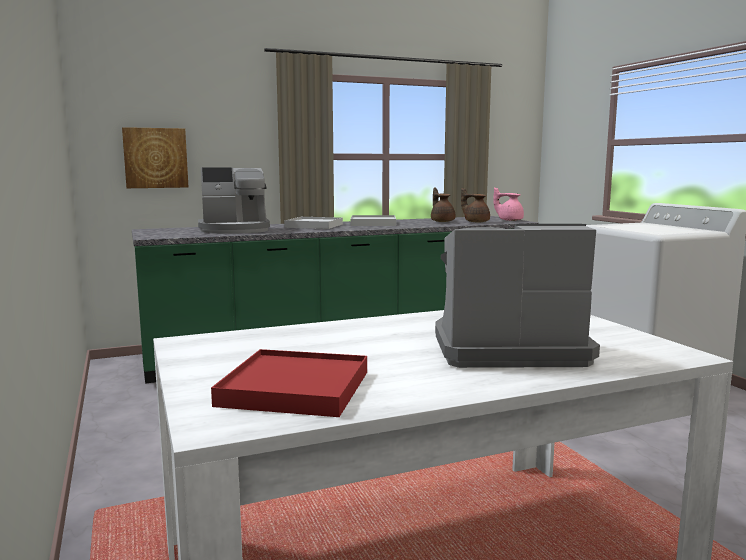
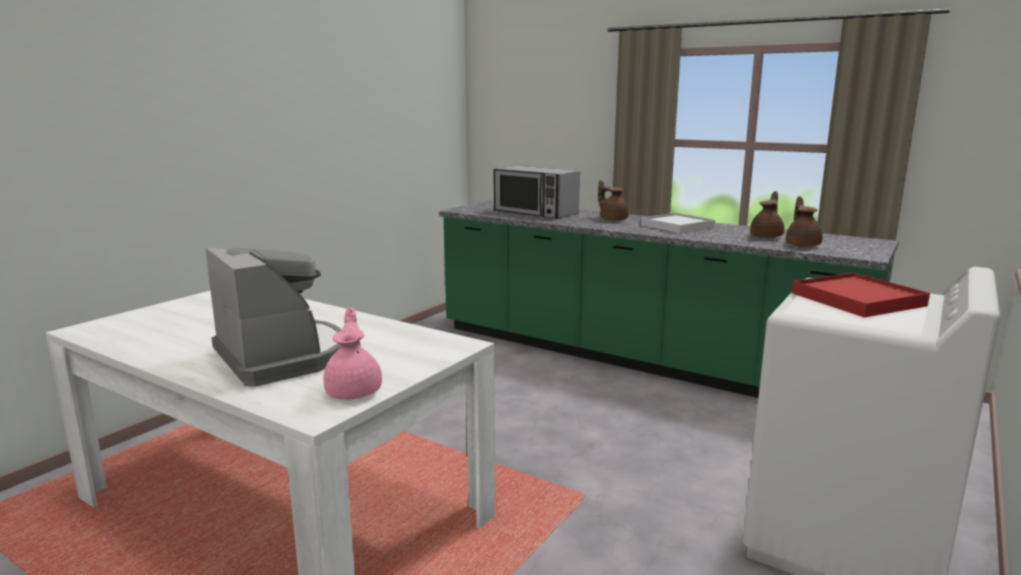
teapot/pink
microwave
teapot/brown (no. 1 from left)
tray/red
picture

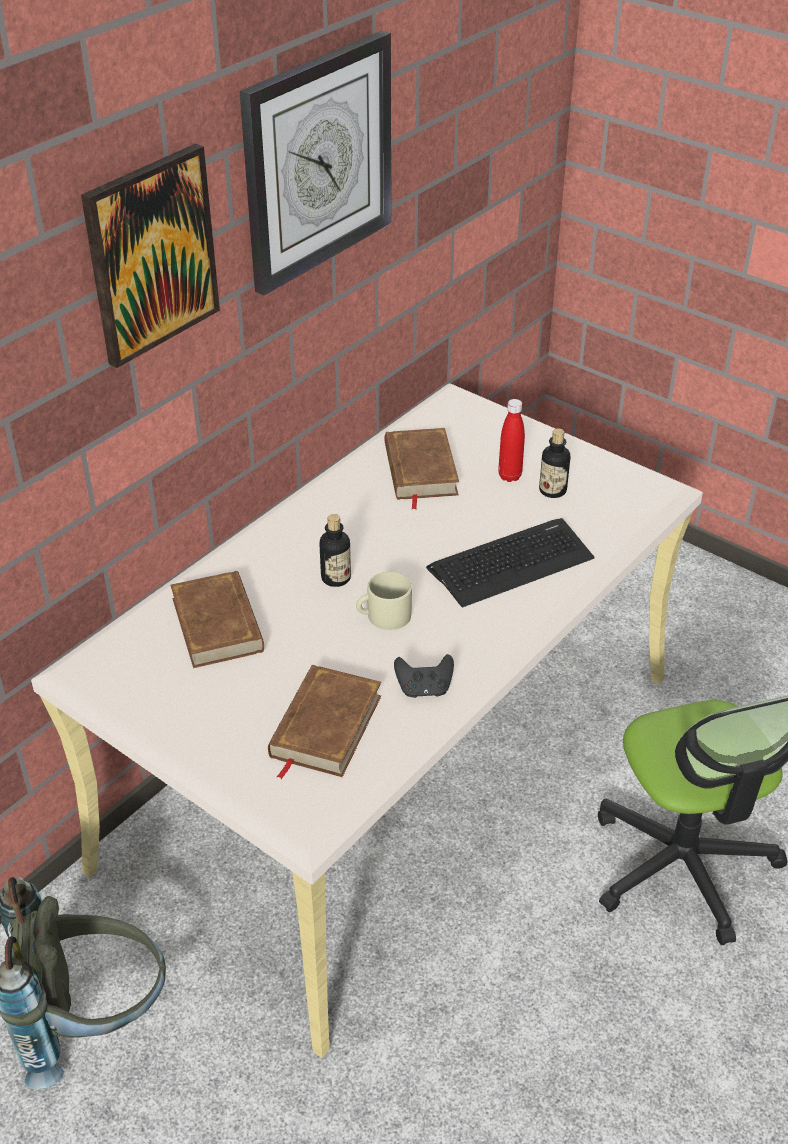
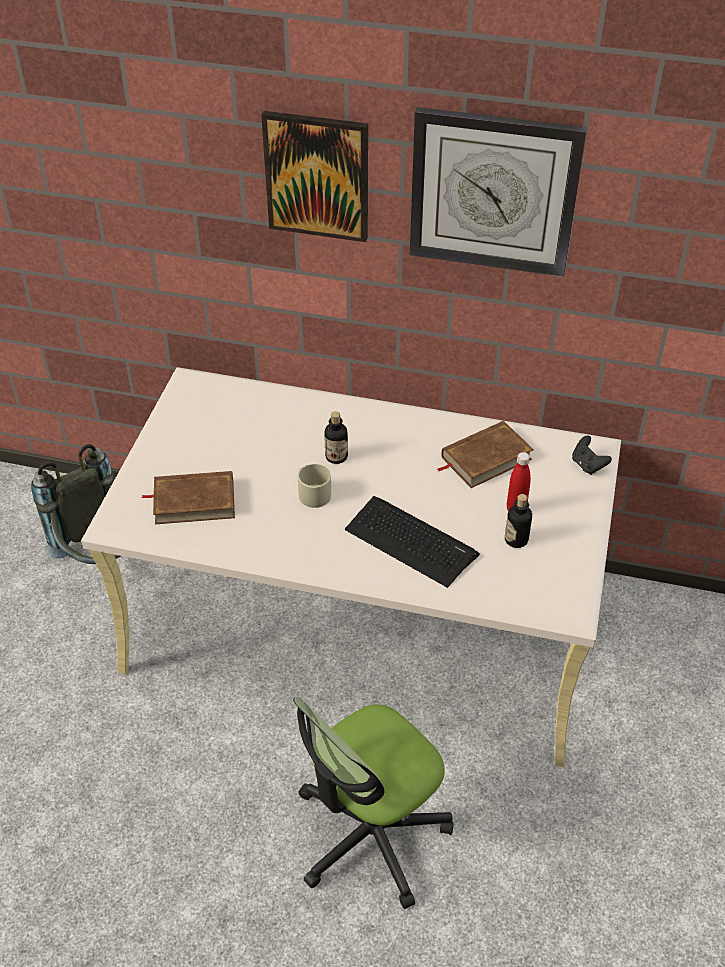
game controller/black
book/brown (no. 1 from left in the first image)

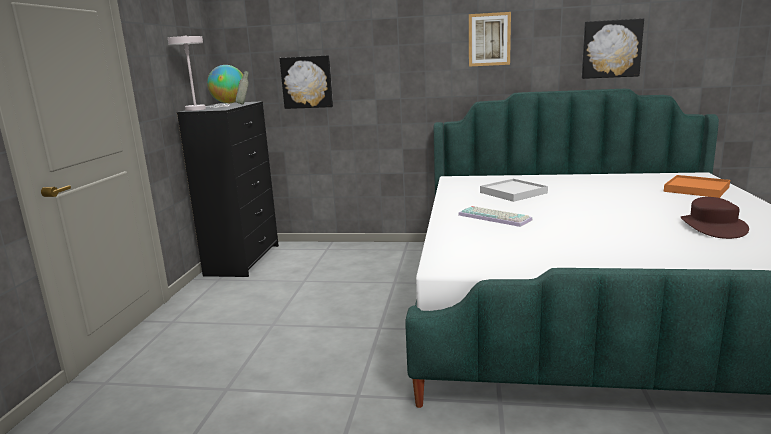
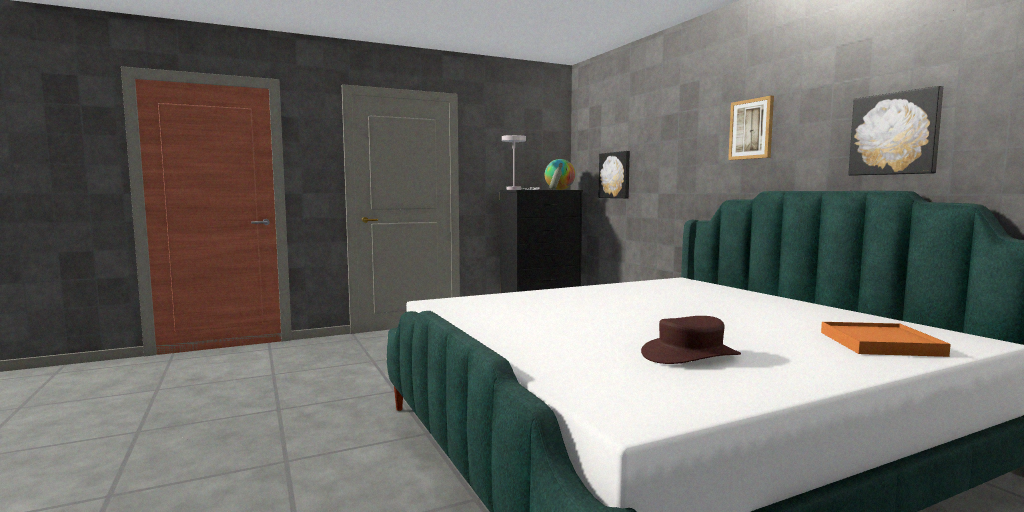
keyboard
tray/white

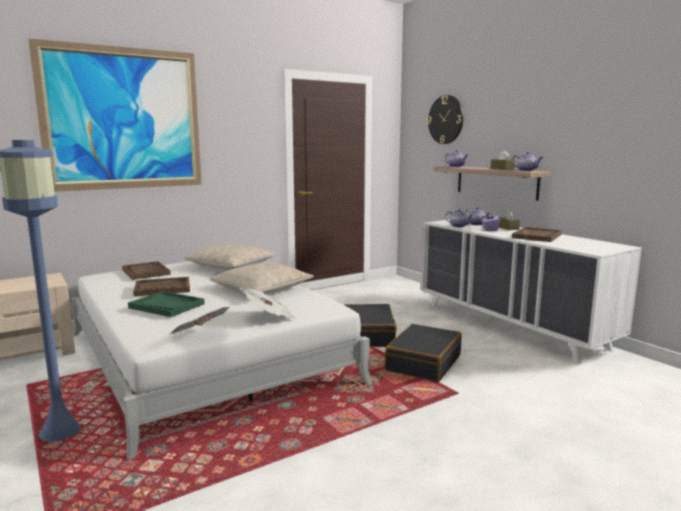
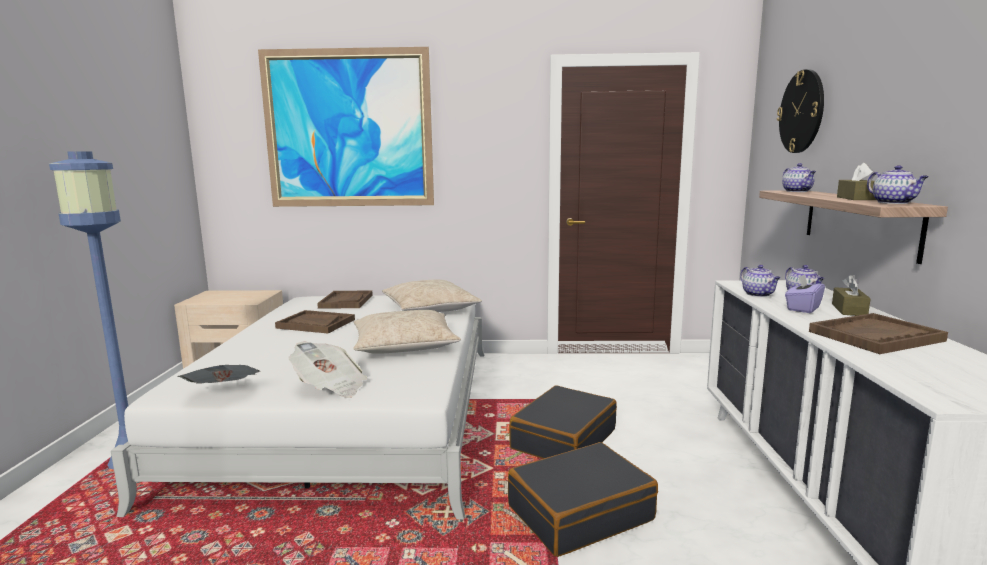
tray/green

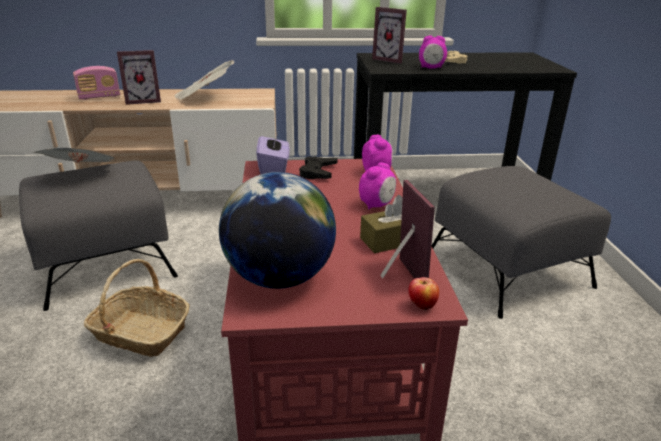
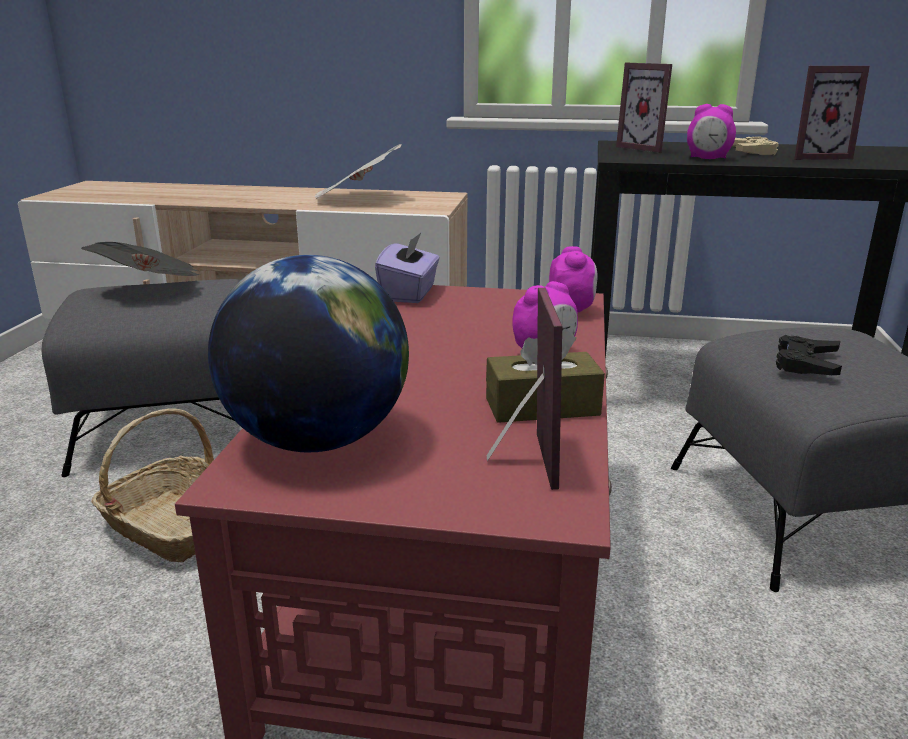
game controller/black
picture frame (no. 3 from left)
radio
apple

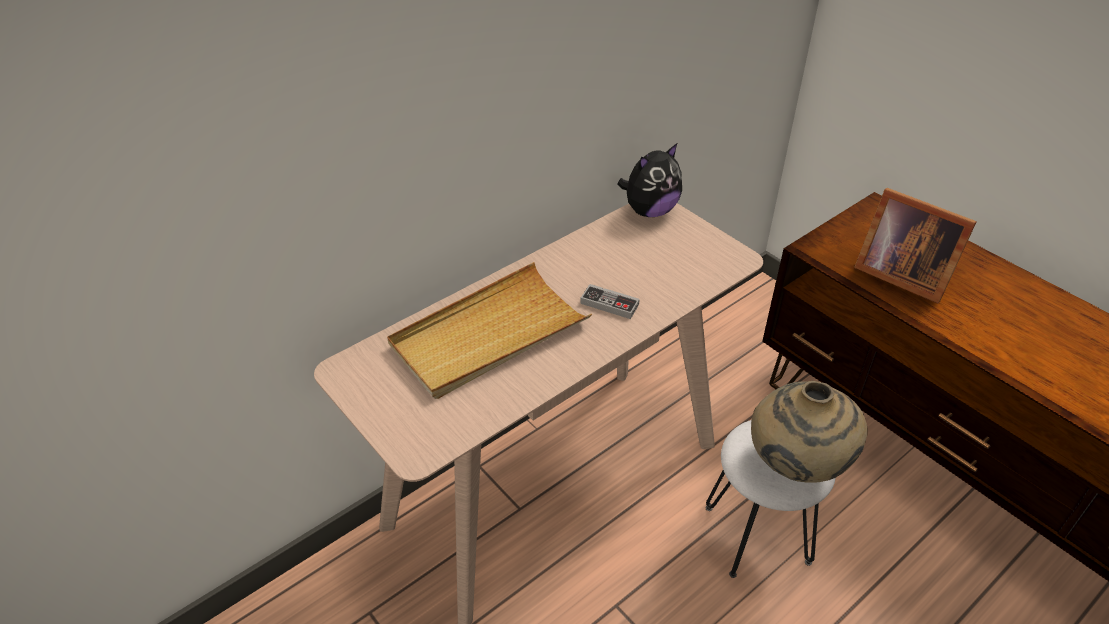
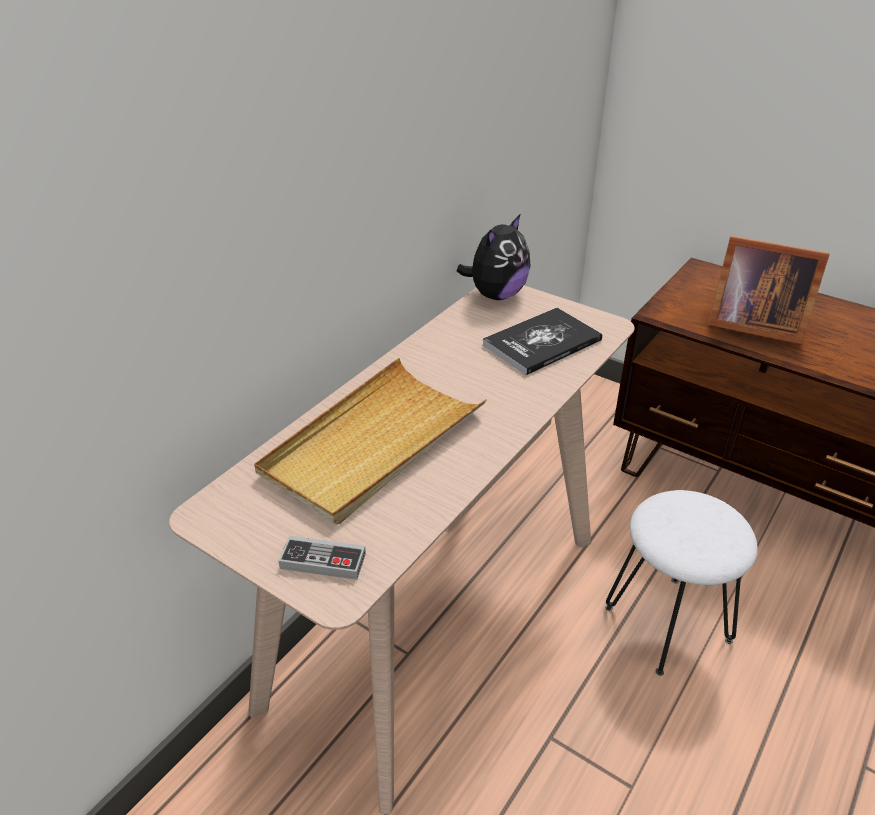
game controller
book
vase/beige

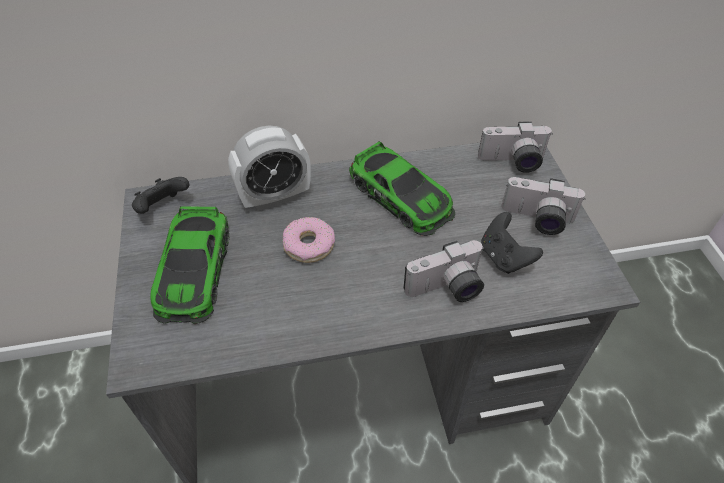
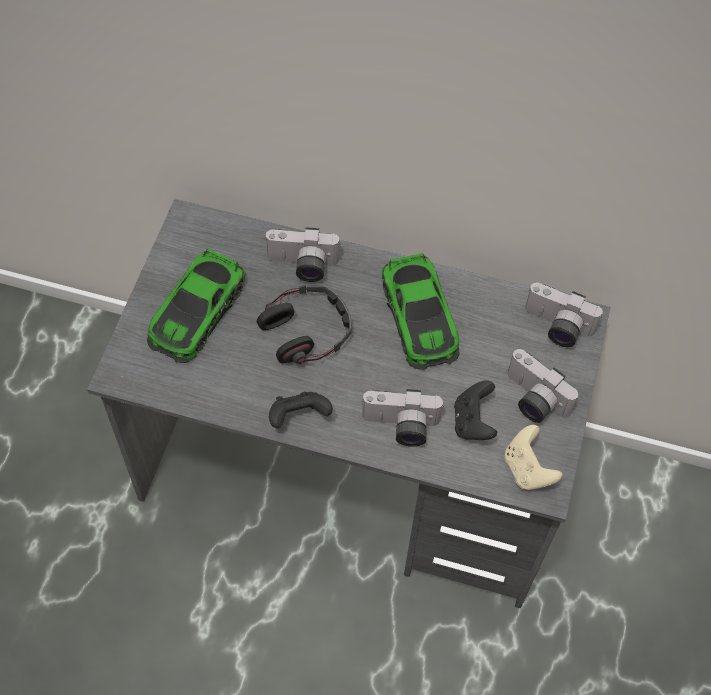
headphones
photo camera (no. 1 from left)
game controller/black (no. 1 from left)
game controller/beige

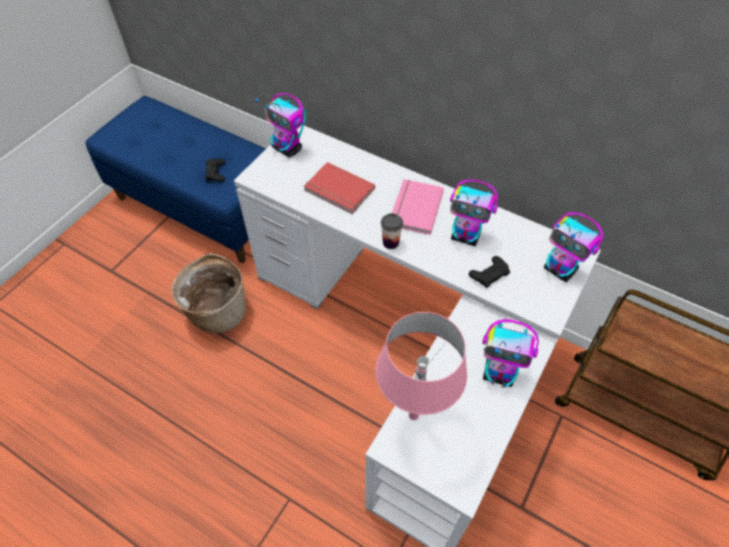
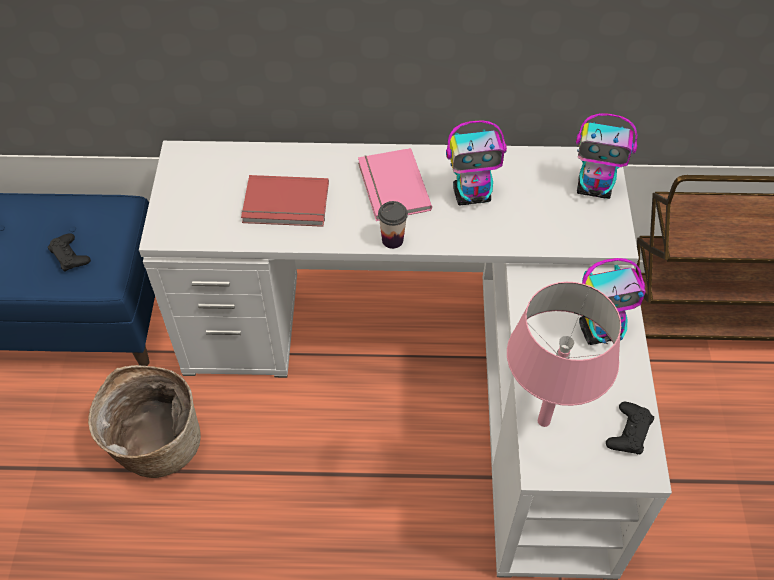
game controller/black (no. 2 from left)
toy robot (no. 1 from left in the first image)

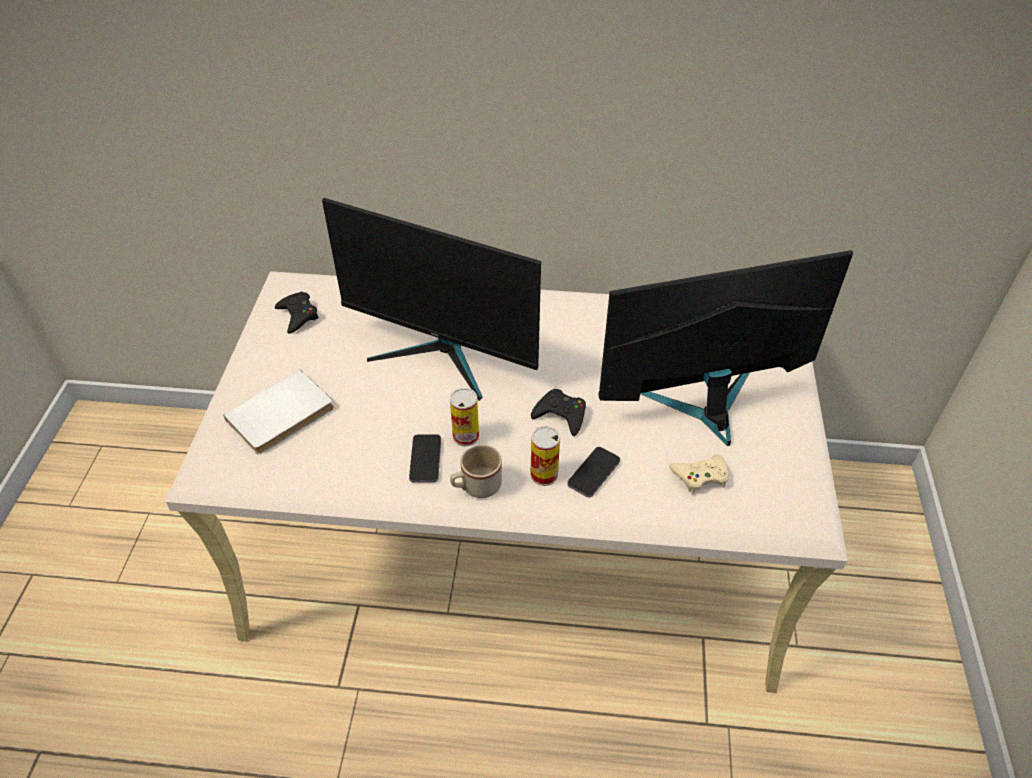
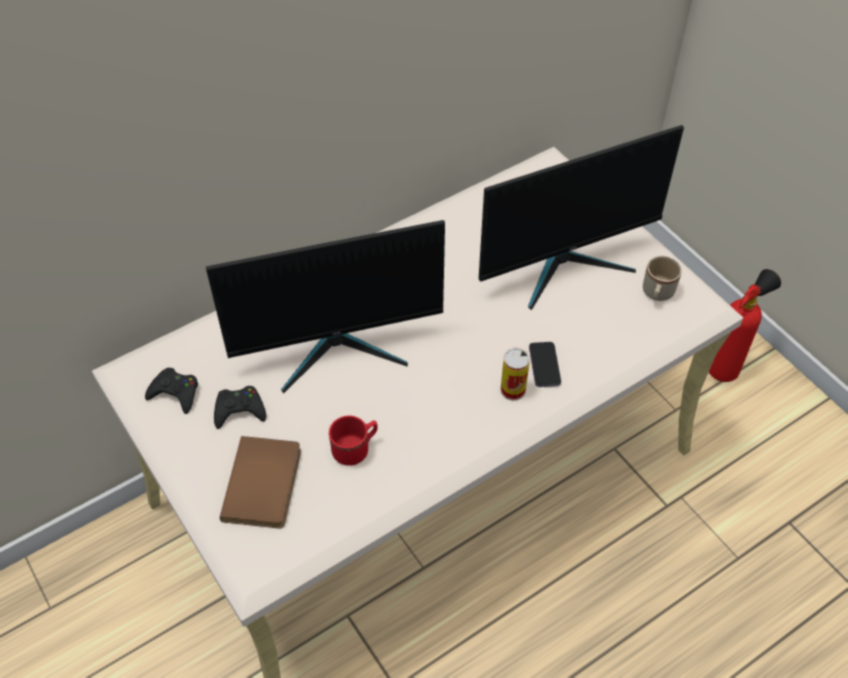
game controller/black (no. 2 from left)
book/brown
mug/red
monitor (no. 2 from left)
mug/beige
fire extinguisher
phone (no. 1 from left in the first image)
can (no. 1 from left in the first image)
game controller/beige

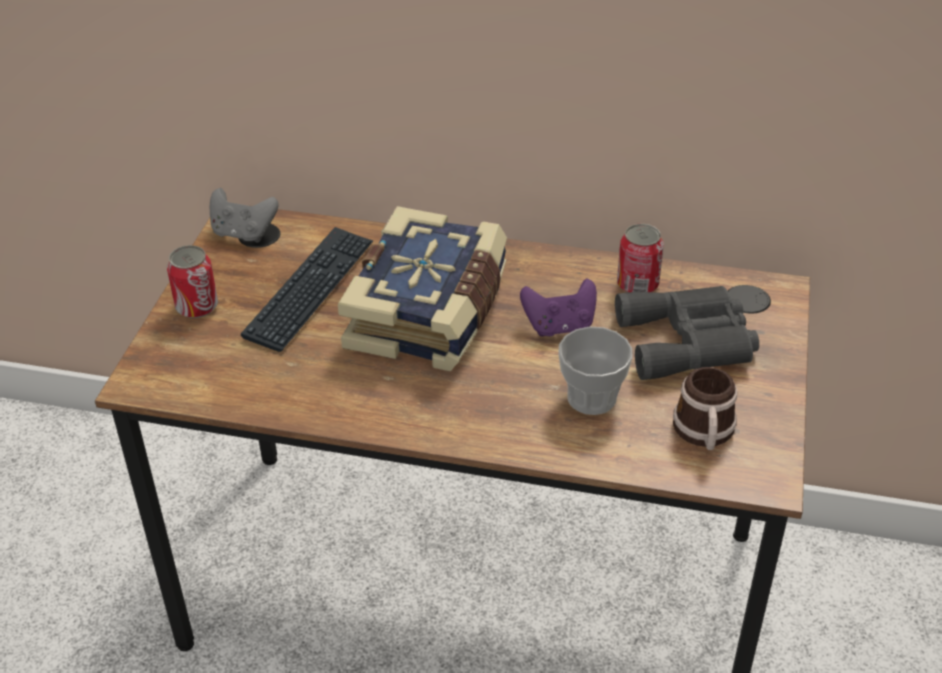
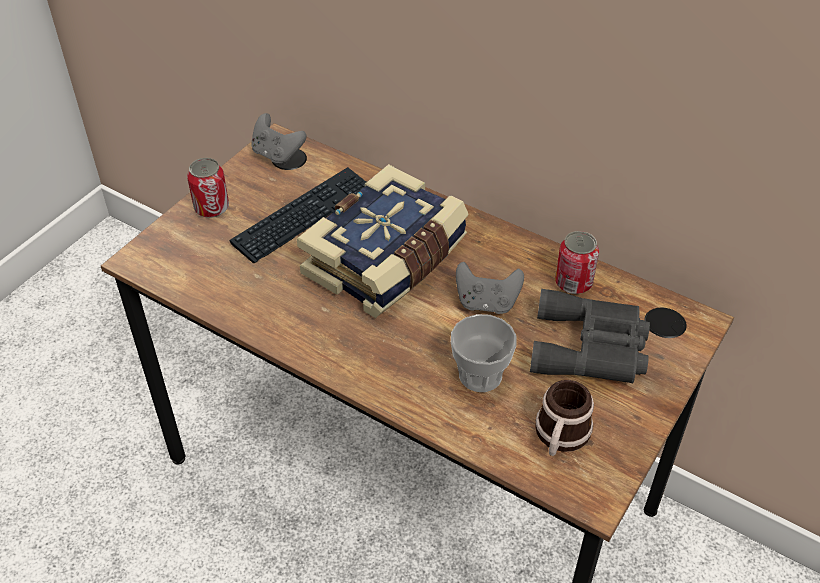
game controller/grey (no. 2 from left)

